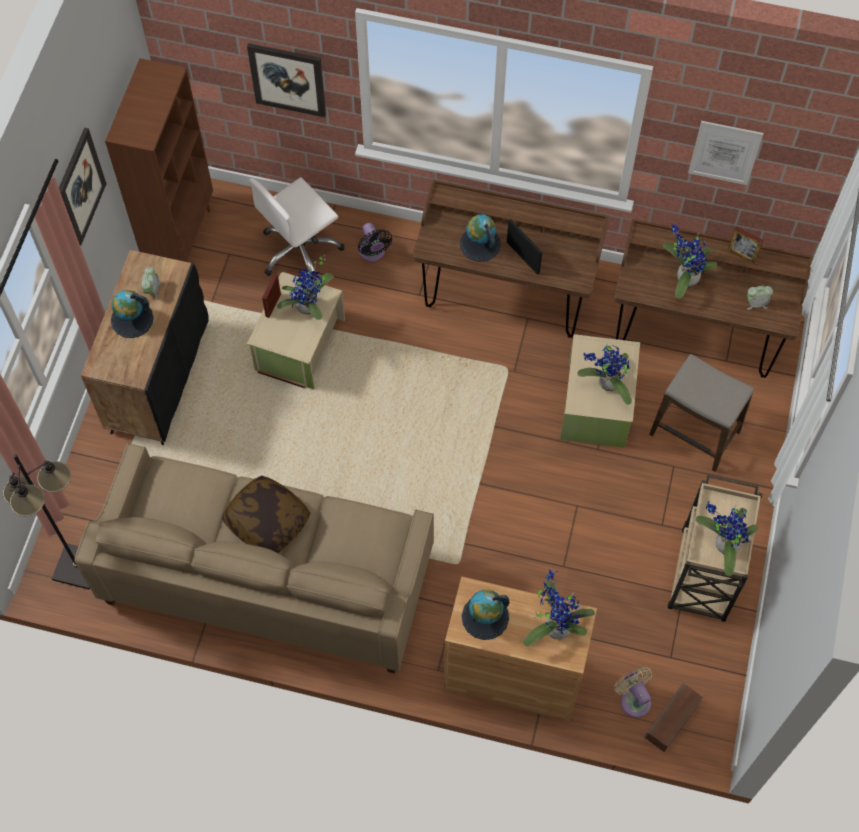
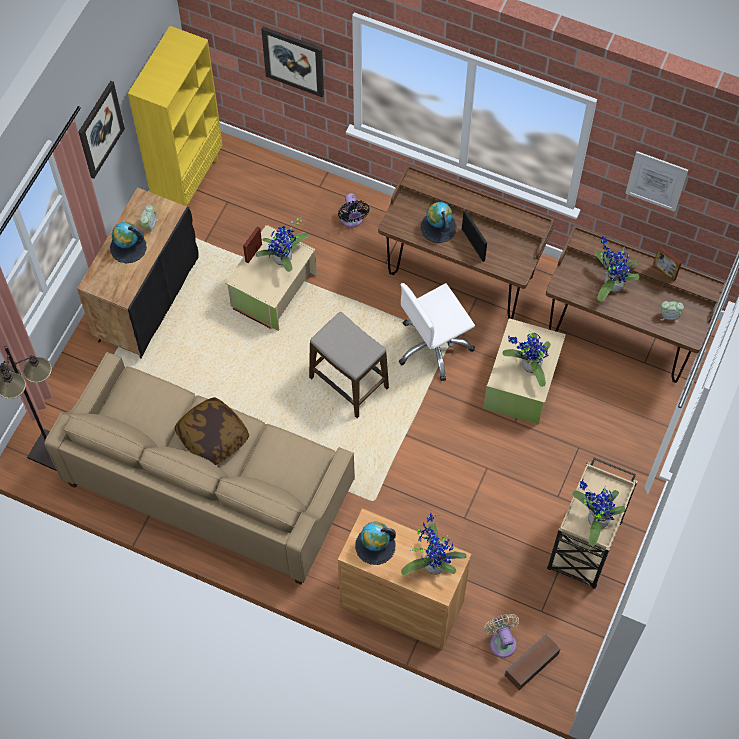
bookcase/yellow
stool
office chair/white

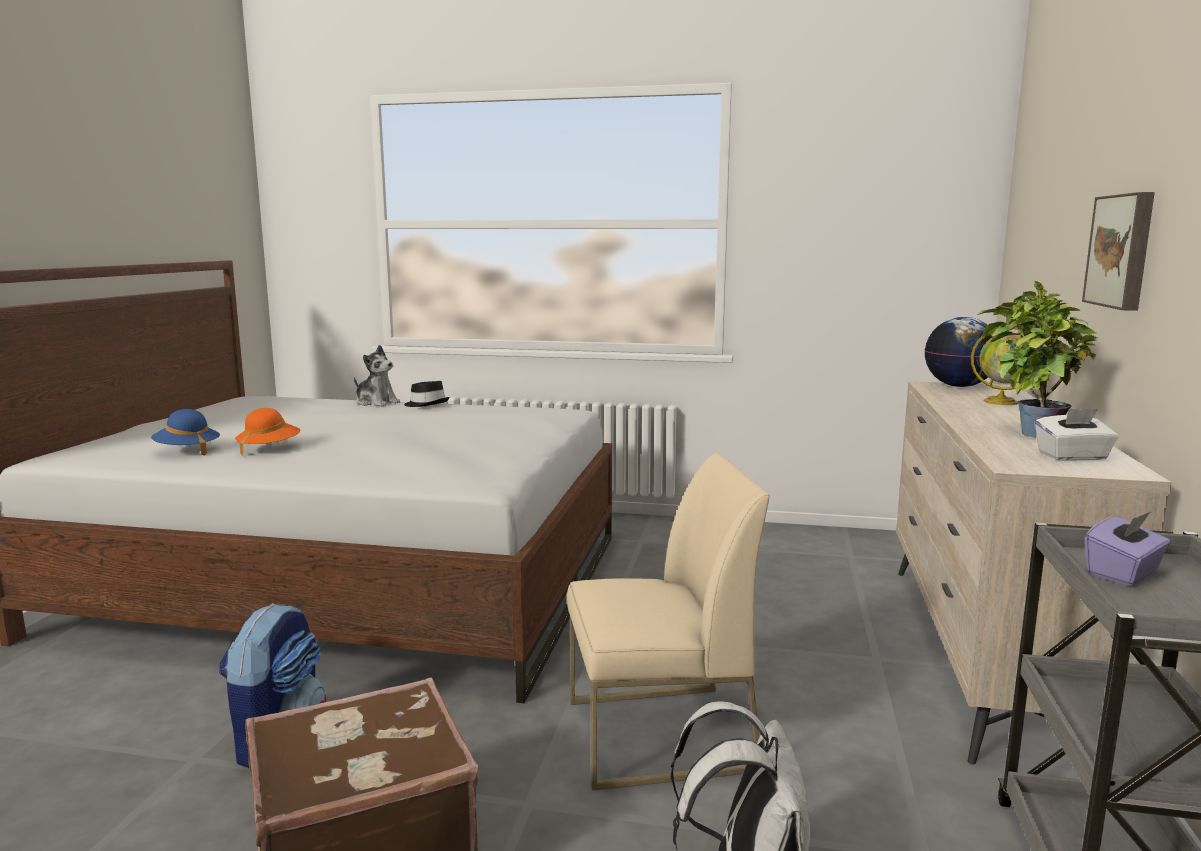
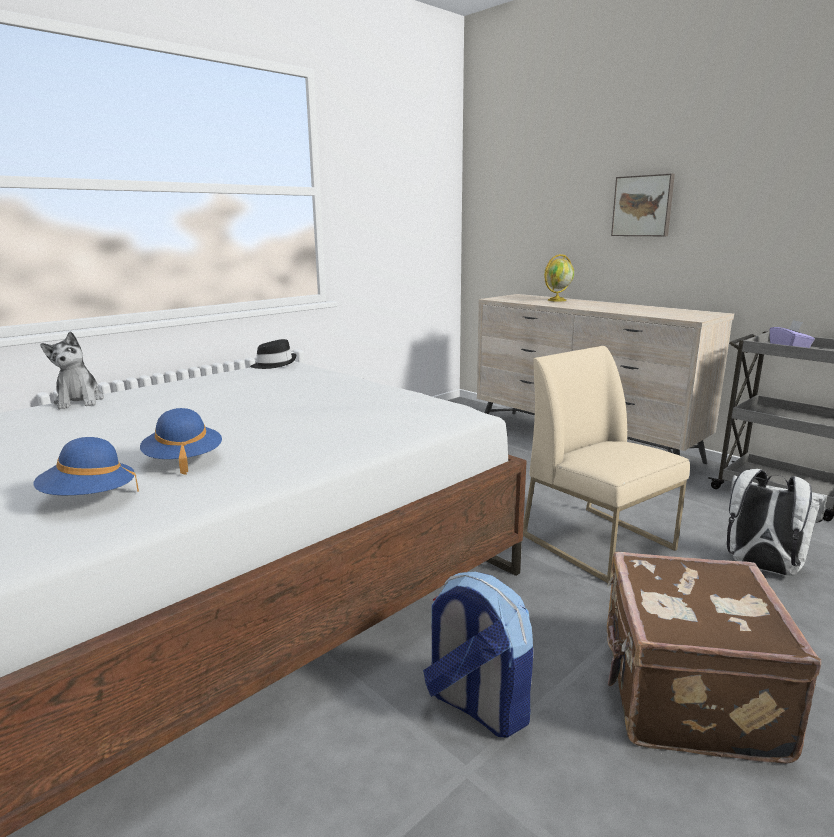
plush toy
hat/blue (no. 2 from left)
hat/black
chair/beige
globe (no. 1 from left in the first image)
potted plant
tissue box/white

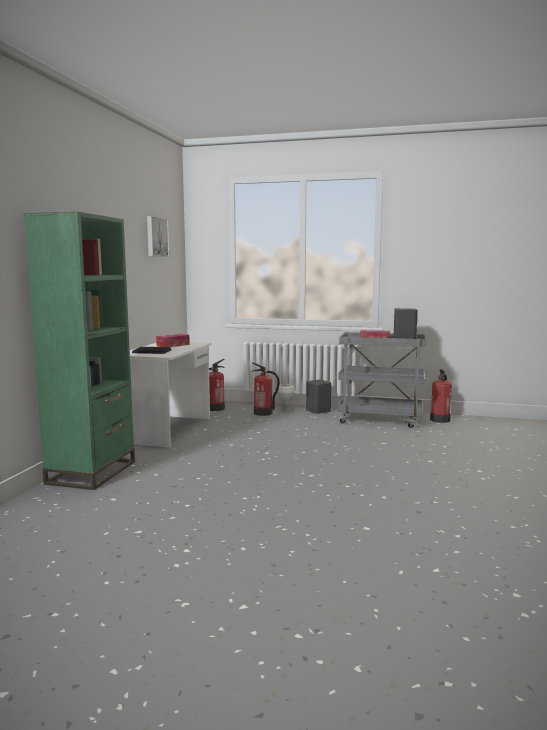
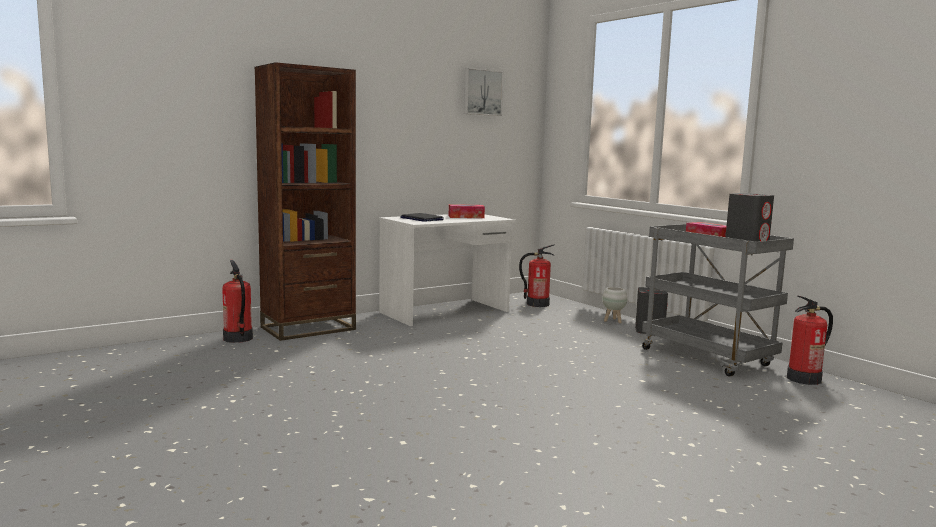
fire extinguisher (no. 1 from left)
bookcase/brown

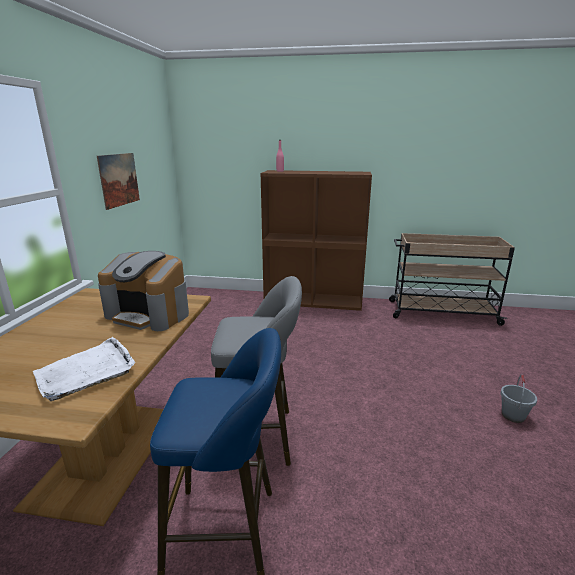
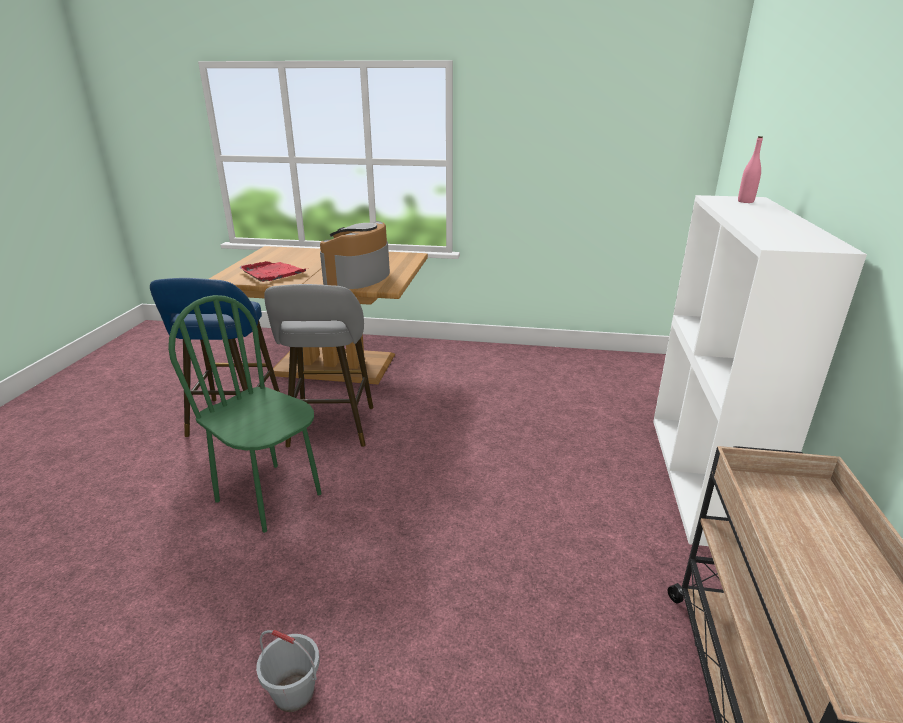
chair/green
tray/red
bookcase/white
picture

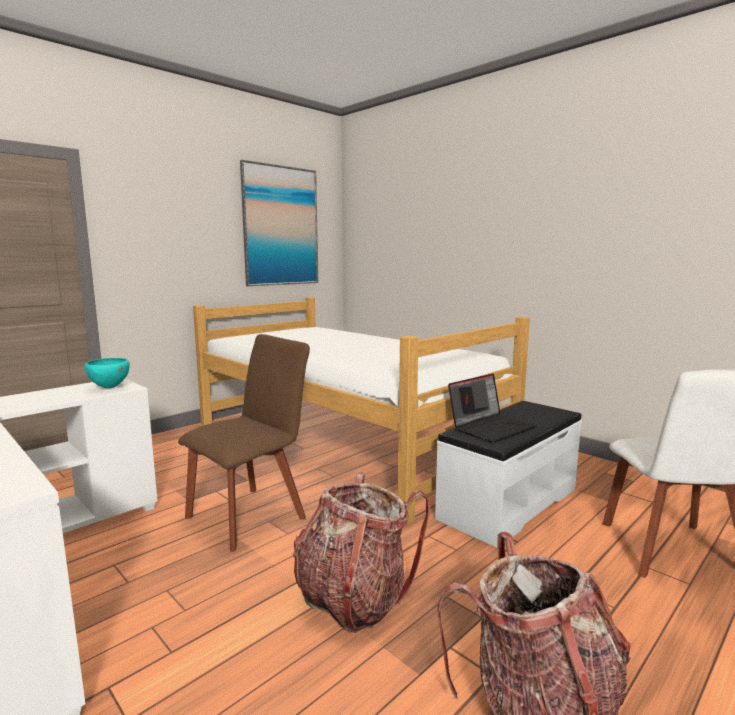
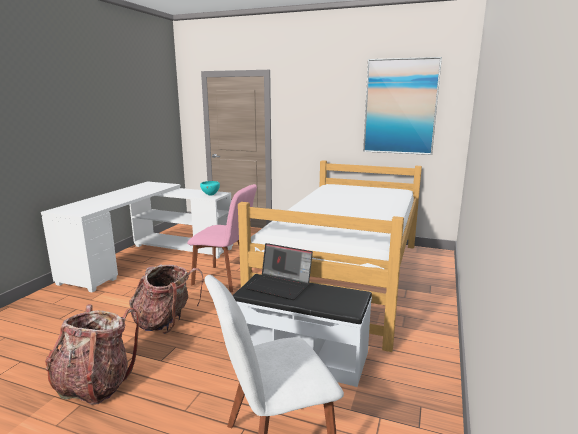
chair/pink

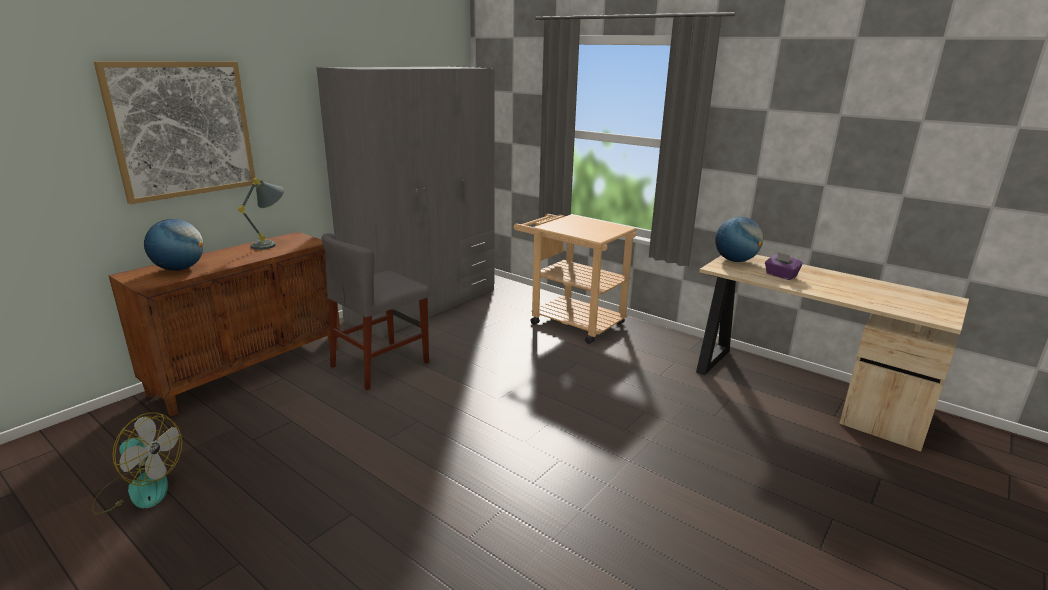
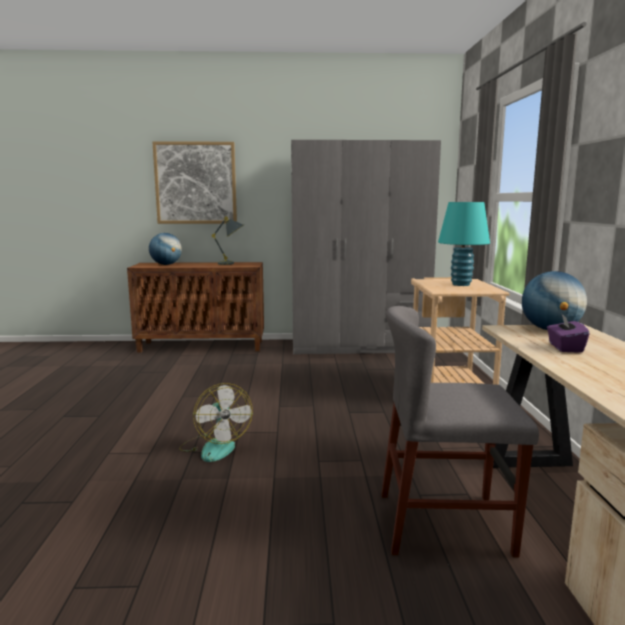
fan
chair/grey
table lamp/turquoise

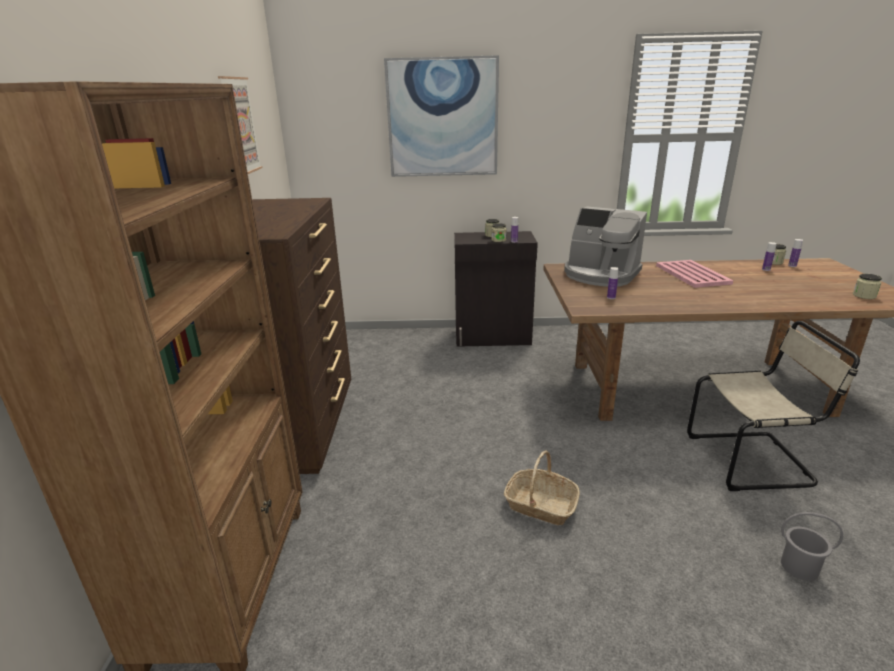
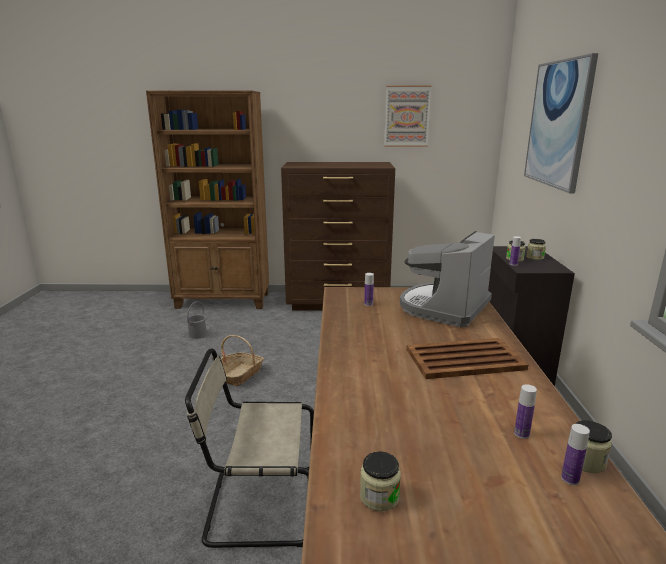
chair/beige
bucket/grey
tray/brown

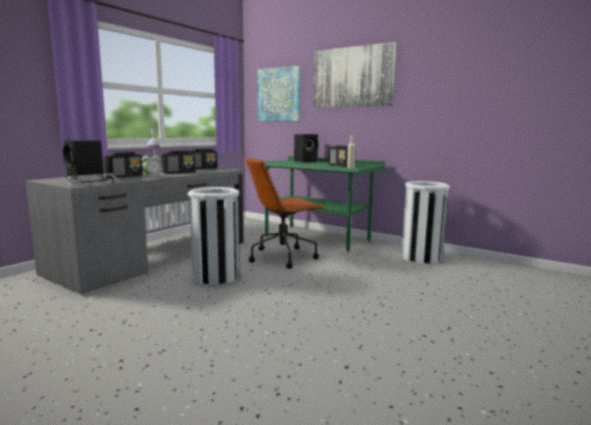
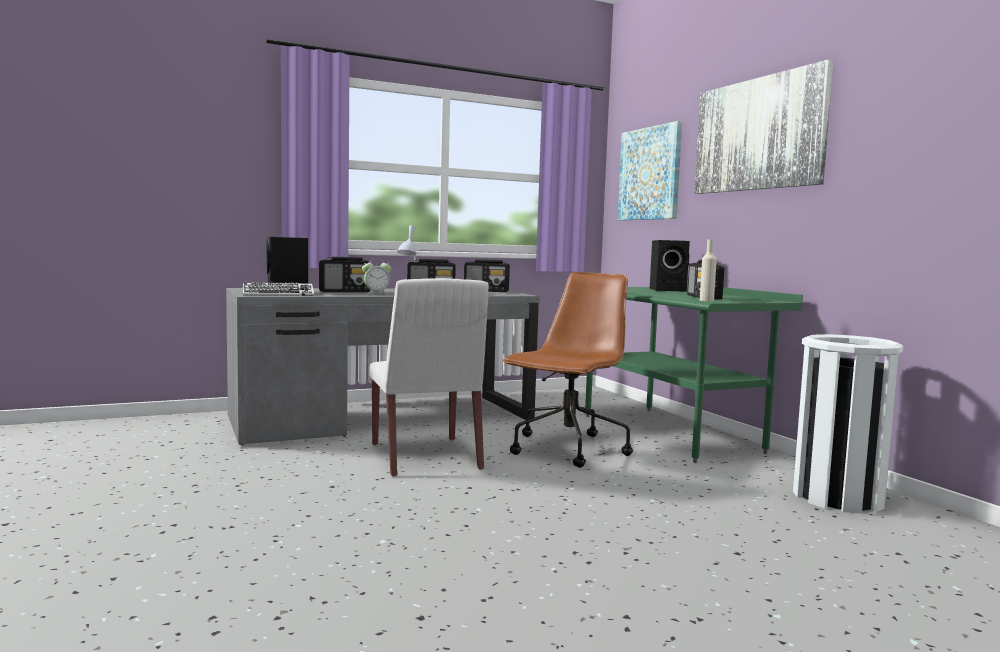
chair/white
office chair/brown

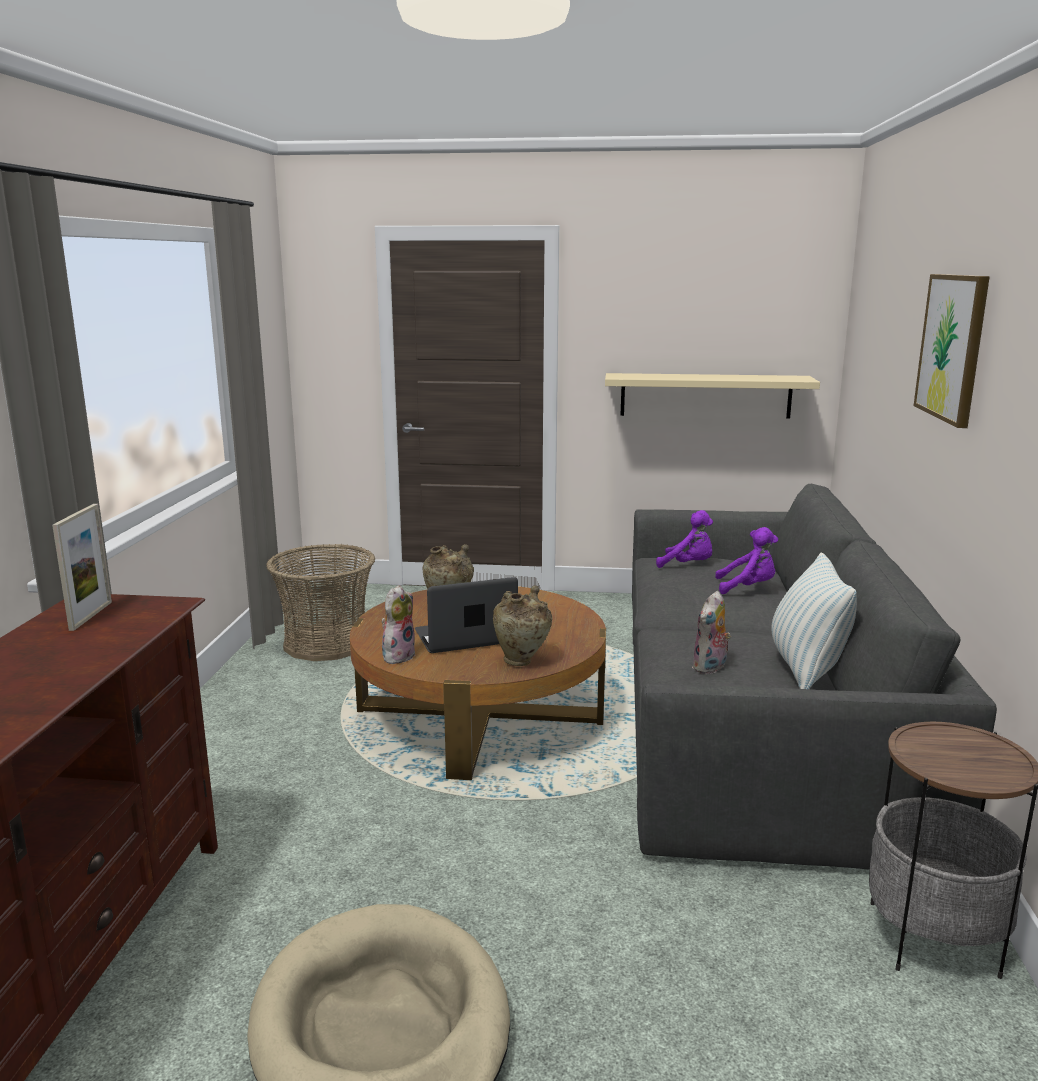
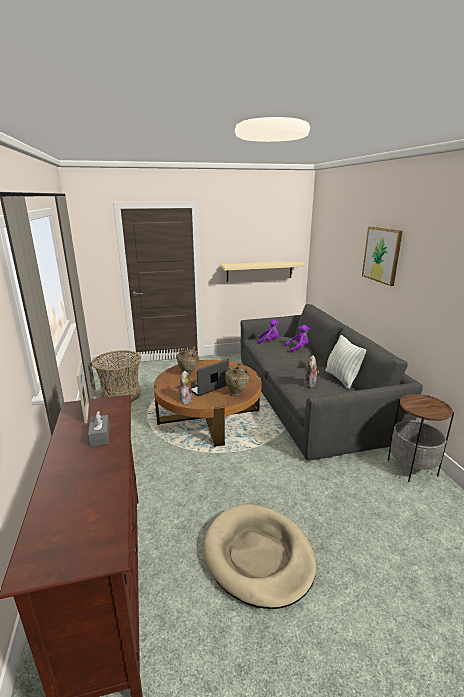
tissue box/grey

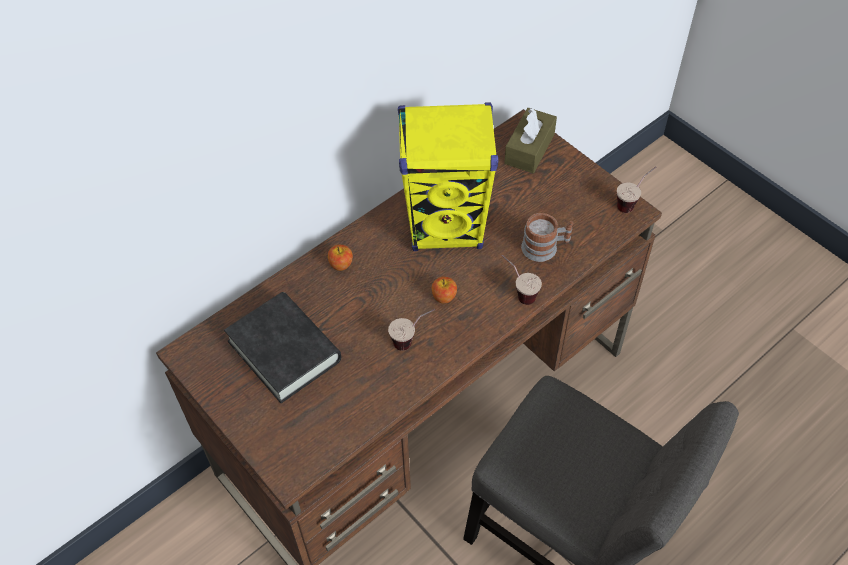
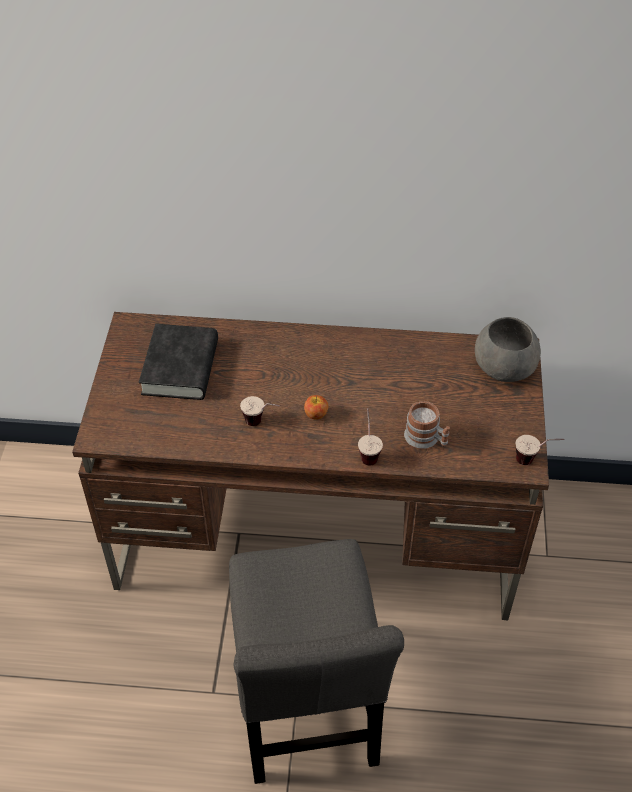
bowl/grey
apple (no. 1 from left in the first image)
speaker/yellow

